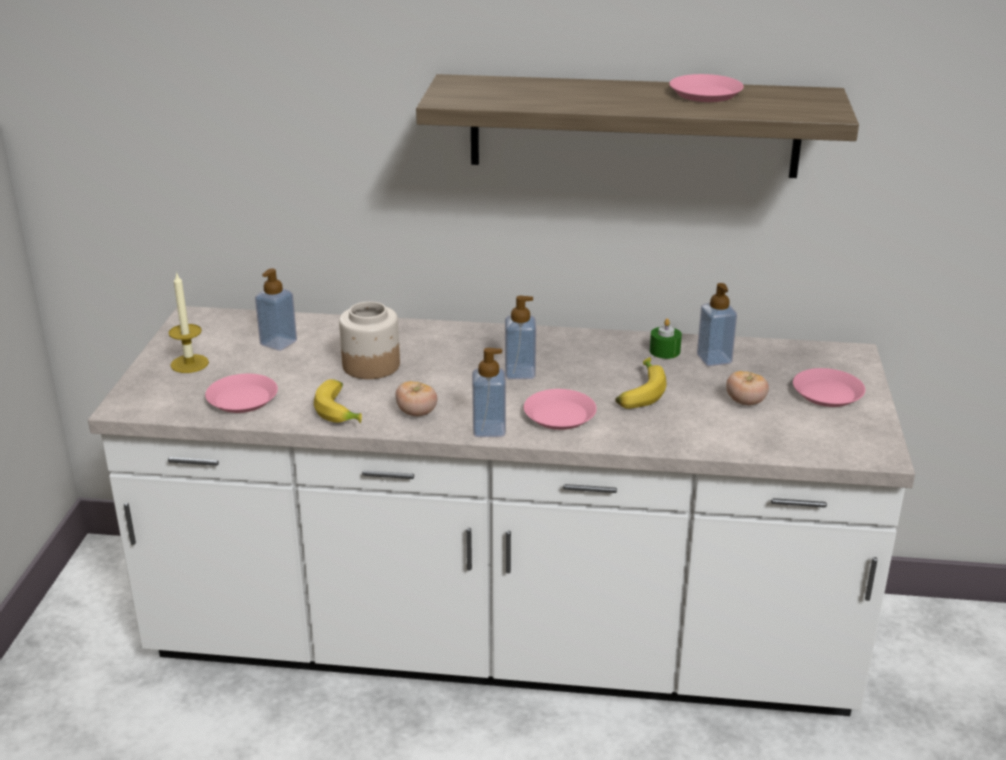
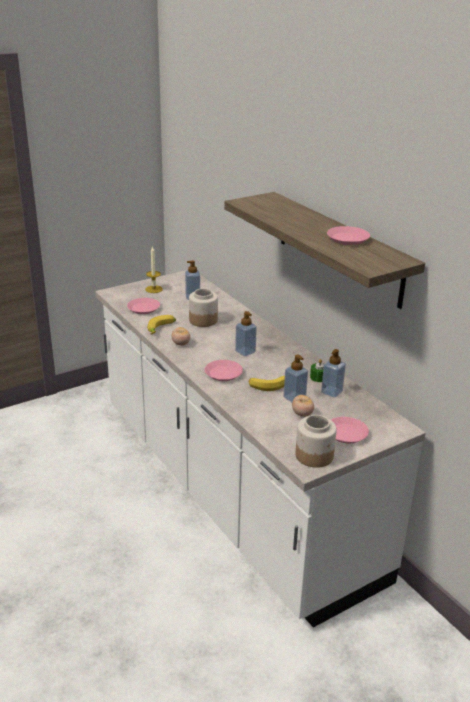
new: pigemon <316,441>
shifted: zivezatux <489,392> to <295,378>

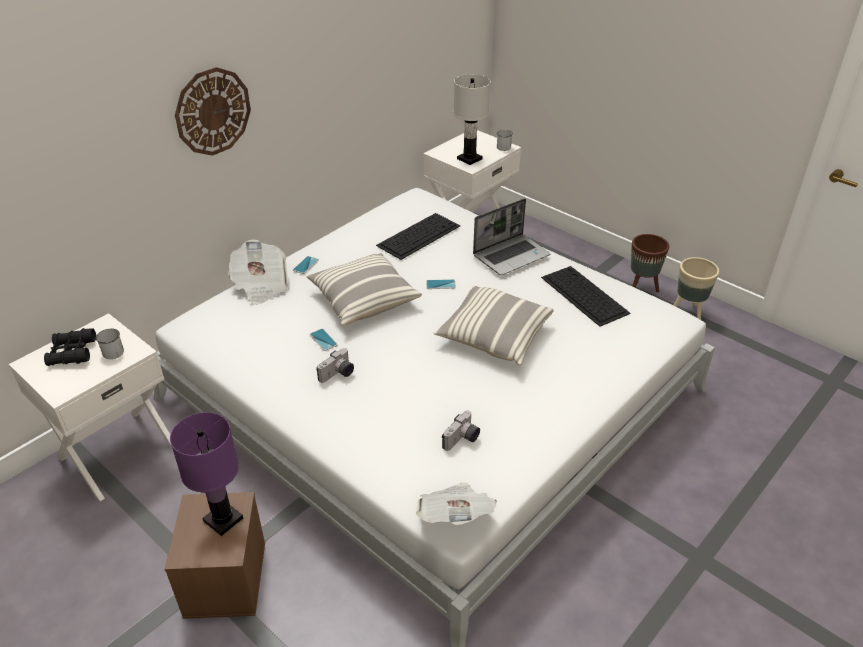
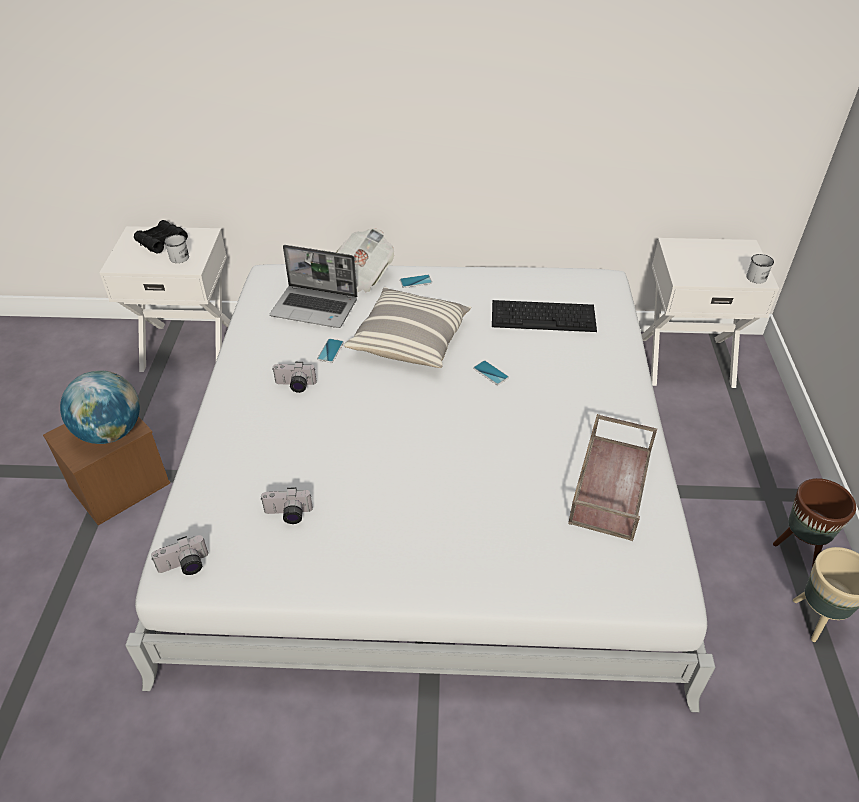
gone: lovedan <213,111>; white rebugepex <472,119>; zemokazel <494,325>
shifted: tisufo <511,236> to <313,286>
swapped: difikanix <586,296> to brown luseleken <612,477>; purple rebugepex <206,474> to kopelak <100,407>; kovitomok <457,504> to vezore <179,555>

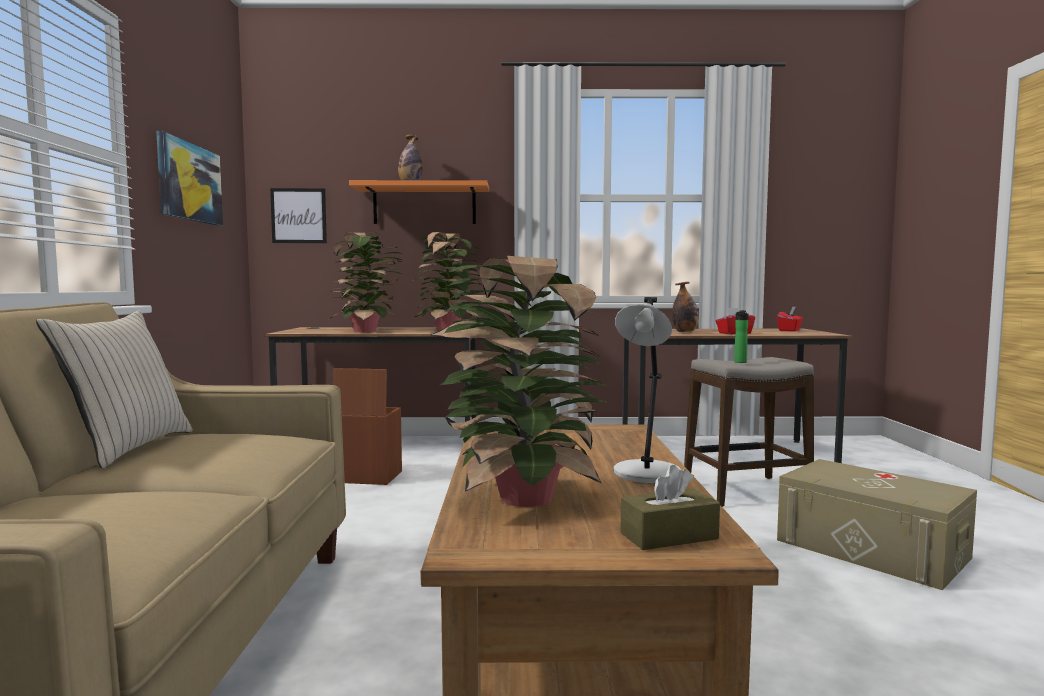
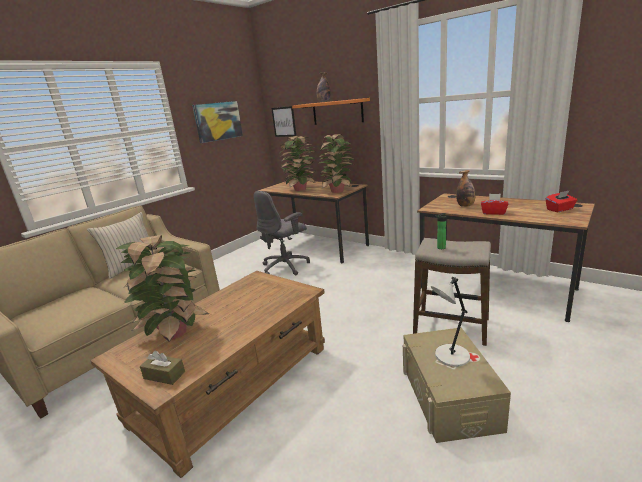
shifted: grey rebugepex <647,390> to <450,322>
swapped: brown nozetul <367,426> to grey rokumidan <282,233>

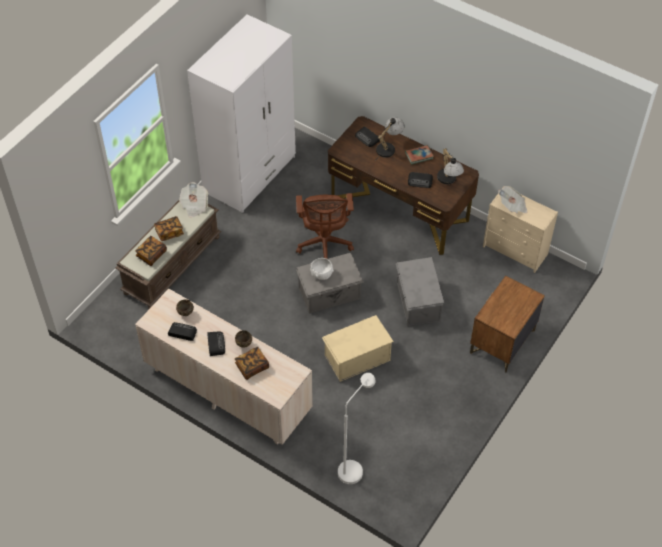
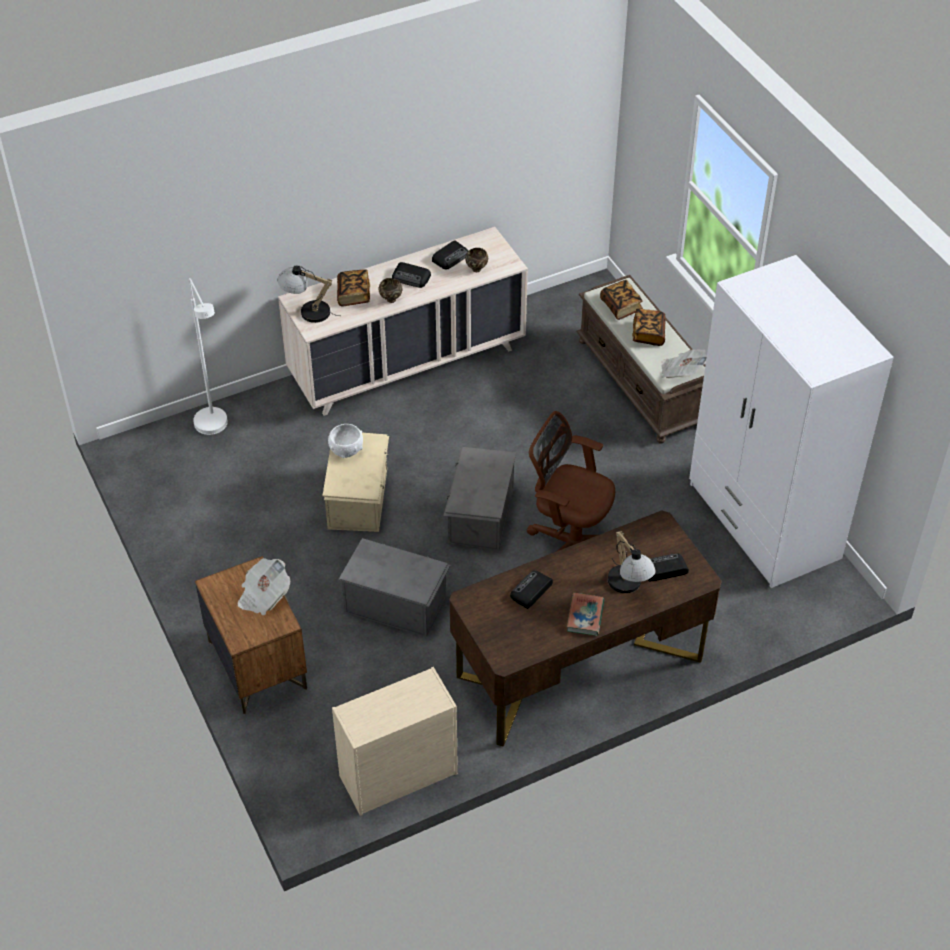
shifted: rebugepex <450,166> to <308,294>; kovitomok <512,199> to <263,586>; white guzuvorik <322,269> to <345,441>

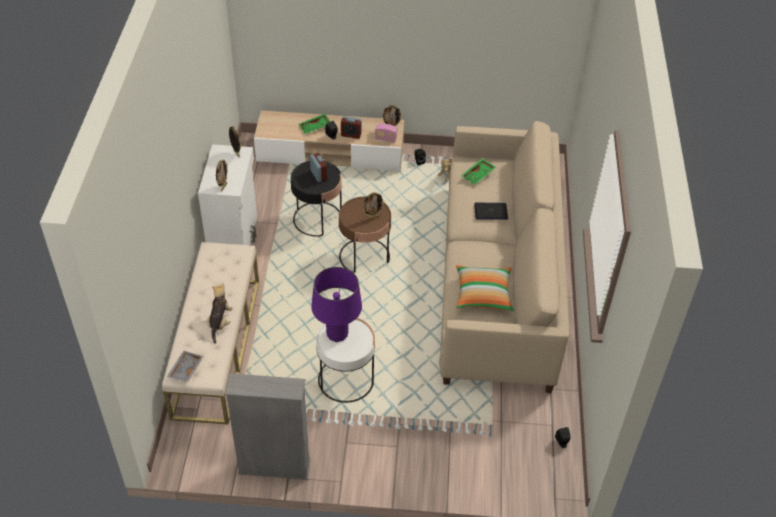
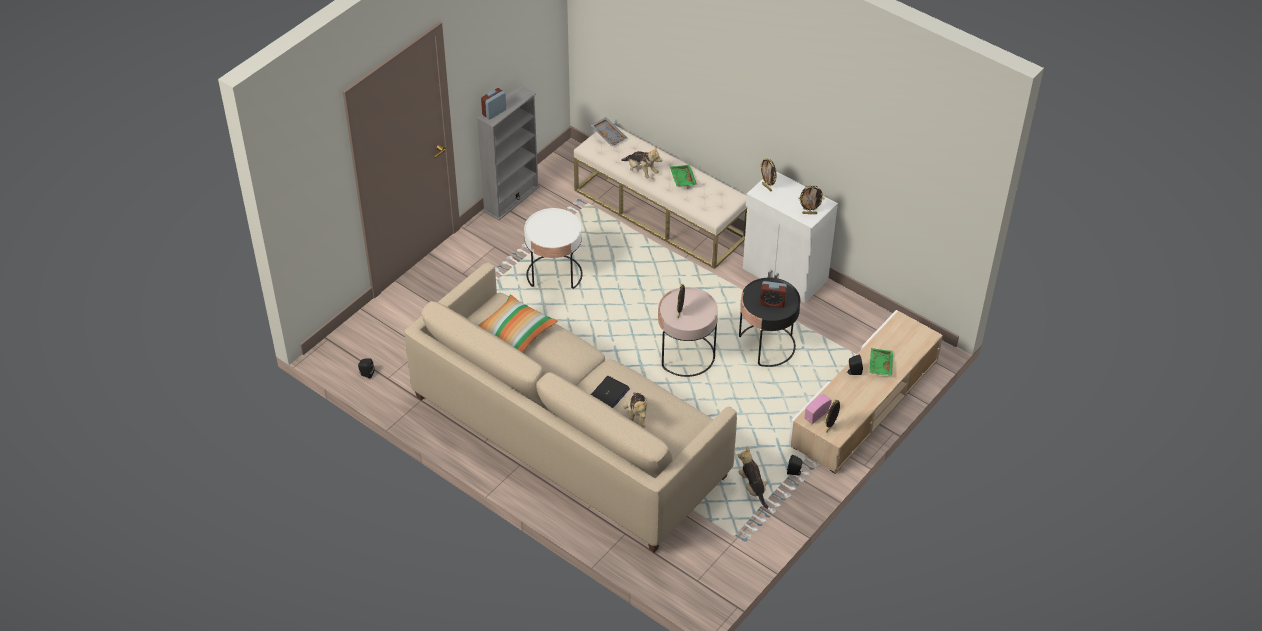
gone: purple rebugepex <336,304>
new: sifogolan <635,410>
shifted: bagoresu <351,127> to <493,103>; green luseleken <478,171> to <683,176>
repainted: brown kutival <365,235> to pink kutival <688,332>

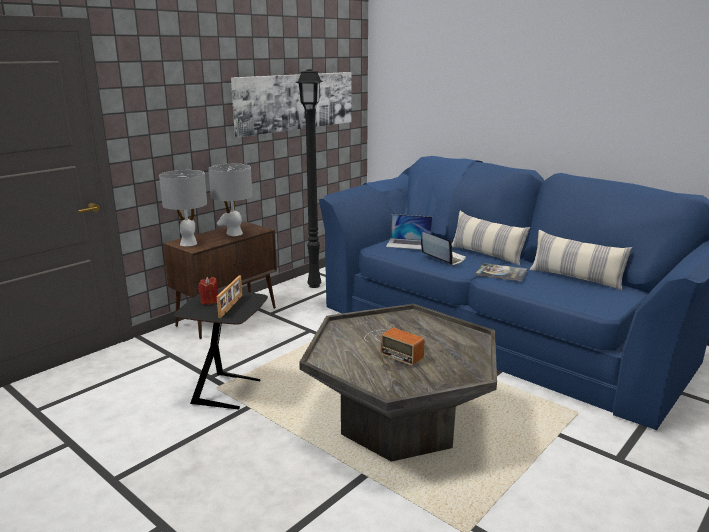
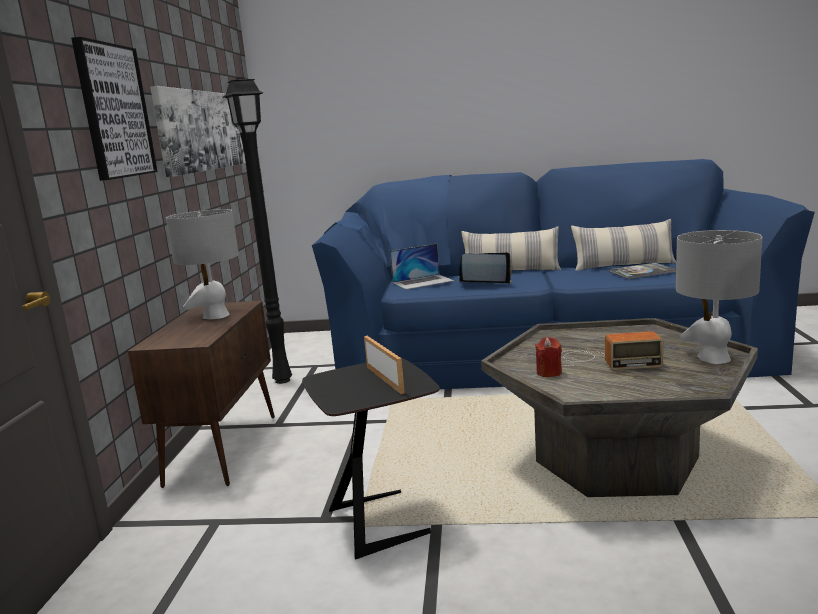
new: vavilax <114,109>
shifted: grey rebugepex <183,208> to <719,297>; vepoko <501,272> to <642,270>; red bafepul <208,291> to <548,357>

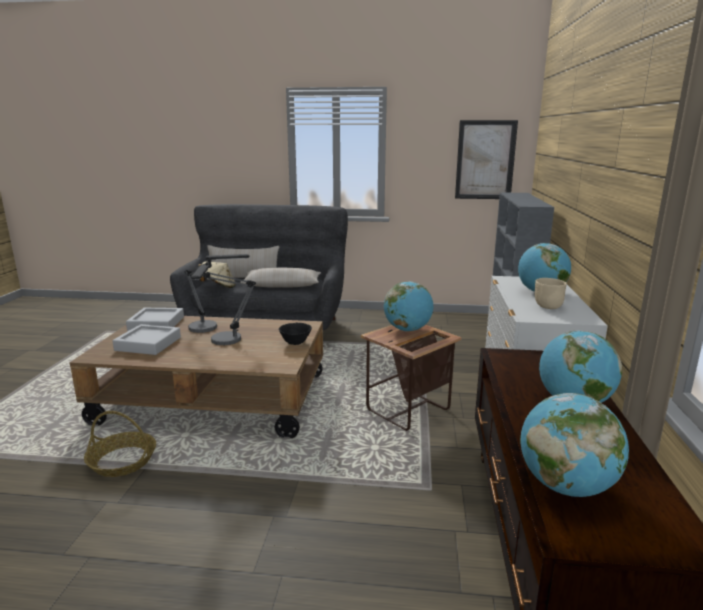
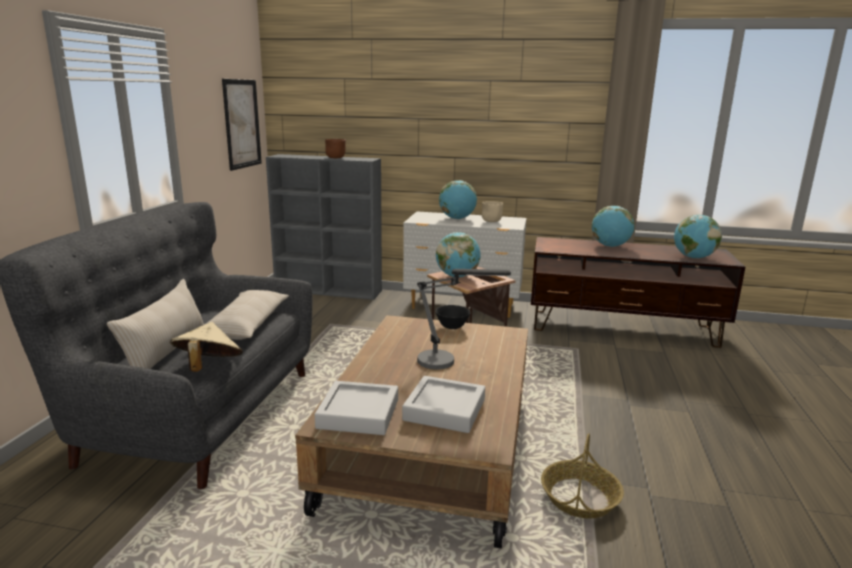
gone: rebugepex <217,293>
new: brown guzuvorik <335,148>

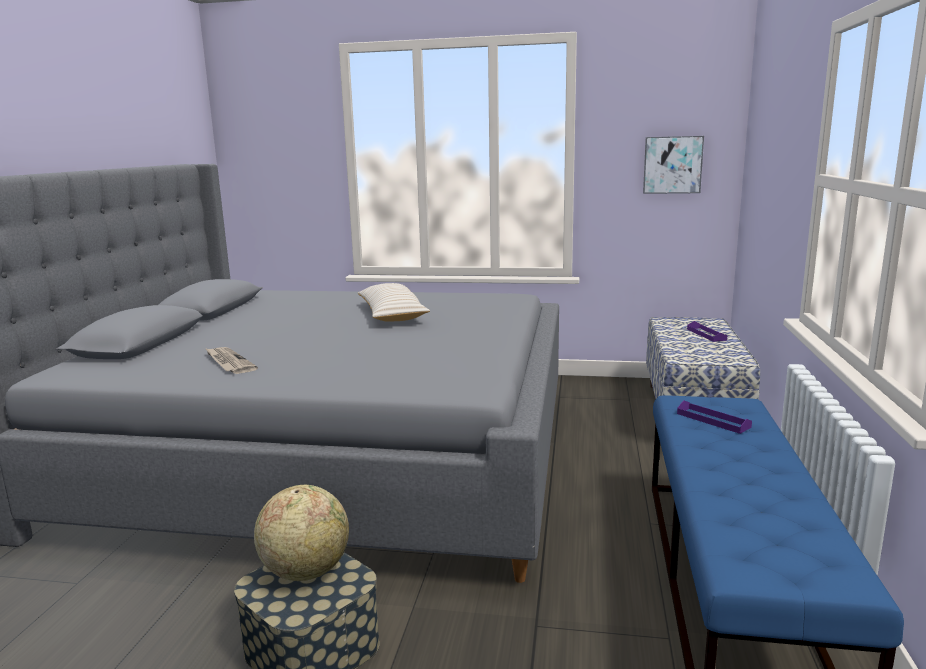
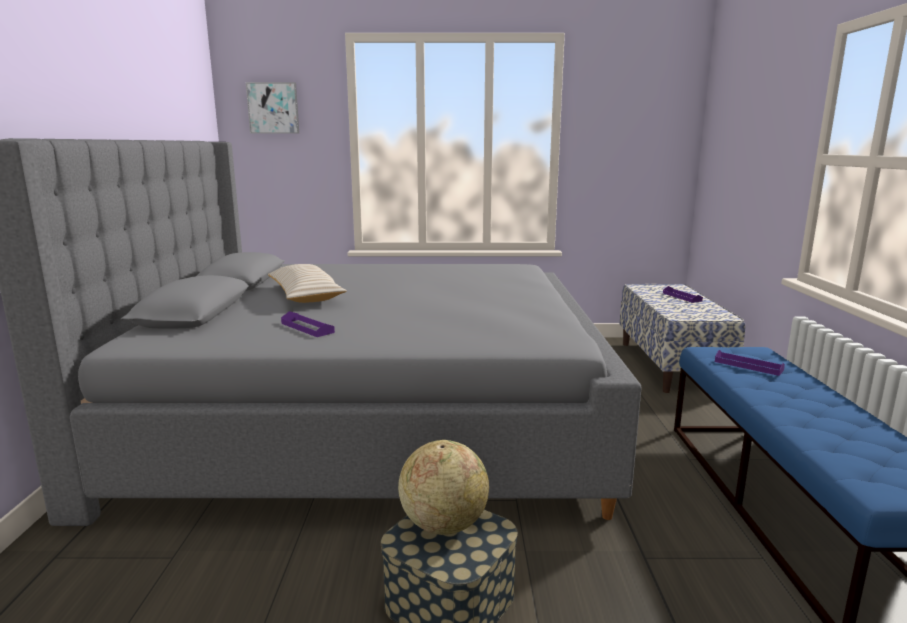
shifted: vavilax <673,165> to <272,108>; beige zemokazel <394,302> to <307,283>
swapped: kovitomok <231,360> to purple luseleken <308,324>

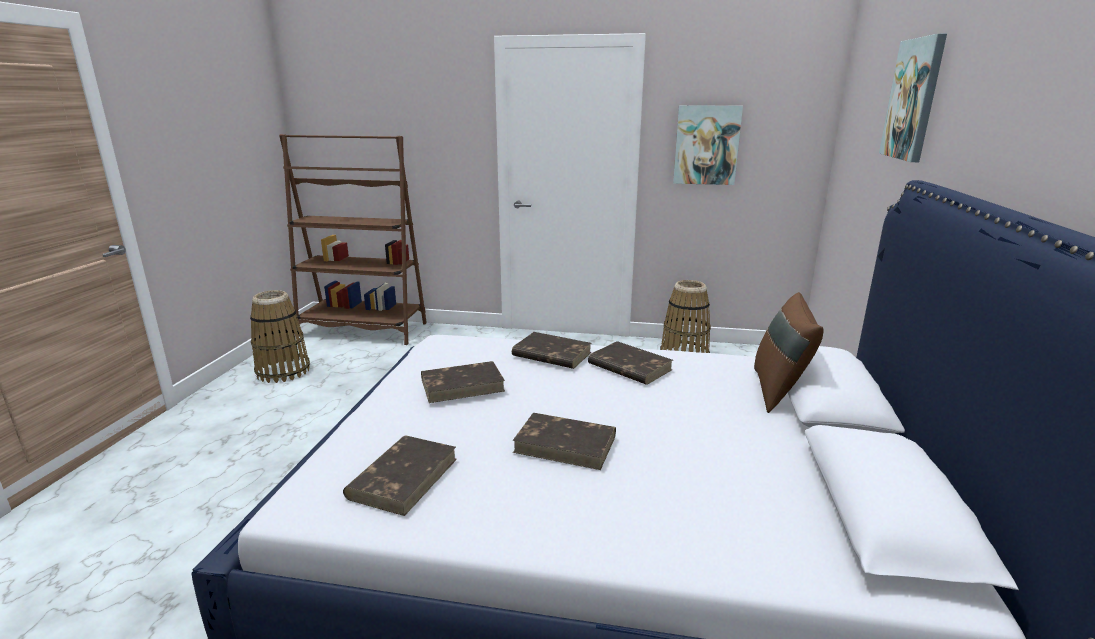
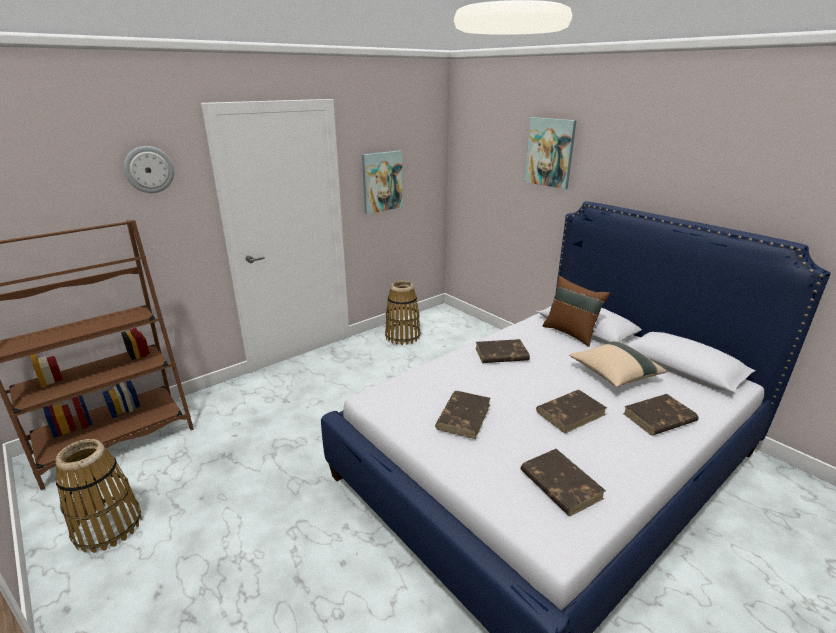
new: lovedan <149,169>; beige zemokazel <617,364>
shifted: brown vepoko <552,350> to <661,415>

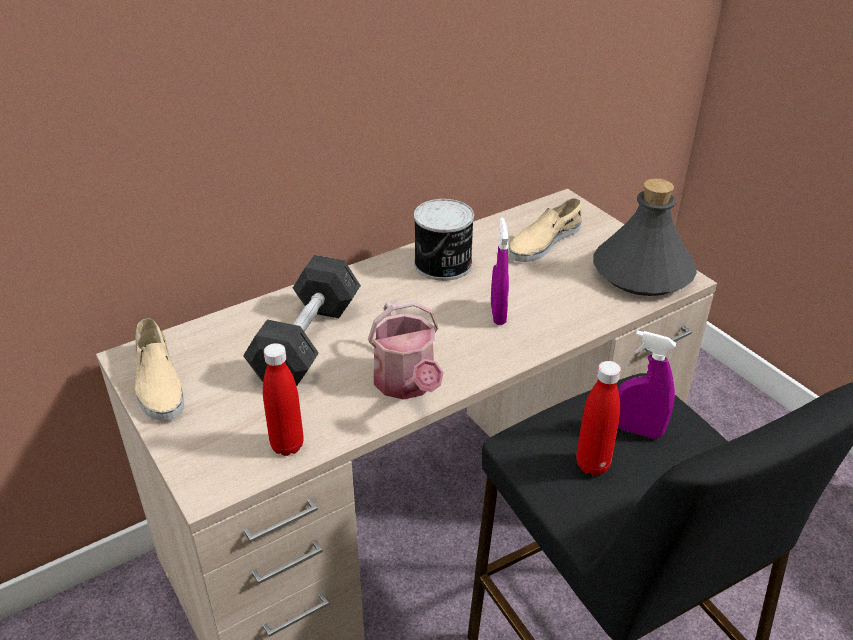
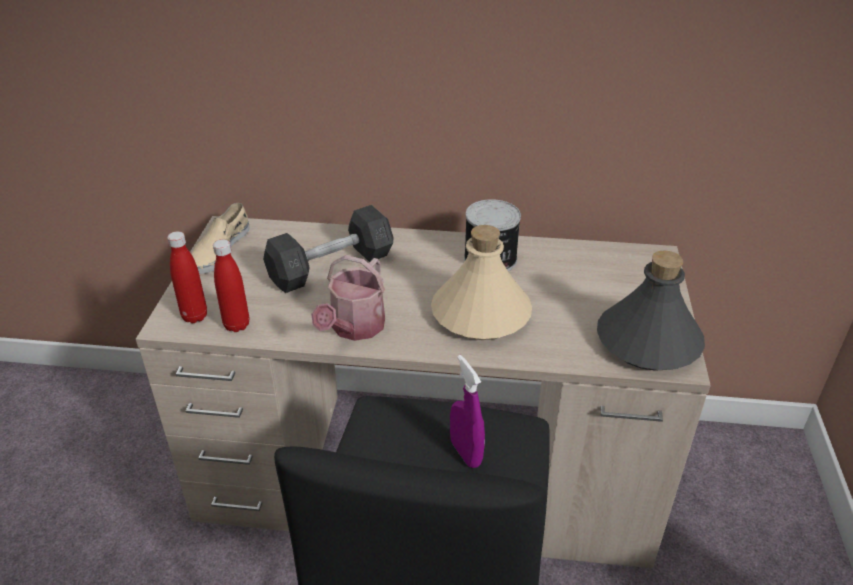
gone: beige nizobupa <545,230>
shifted: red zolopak <598,418> to <187,277>
swapped: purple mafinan <500,271> to beige zolopak <481,282>

